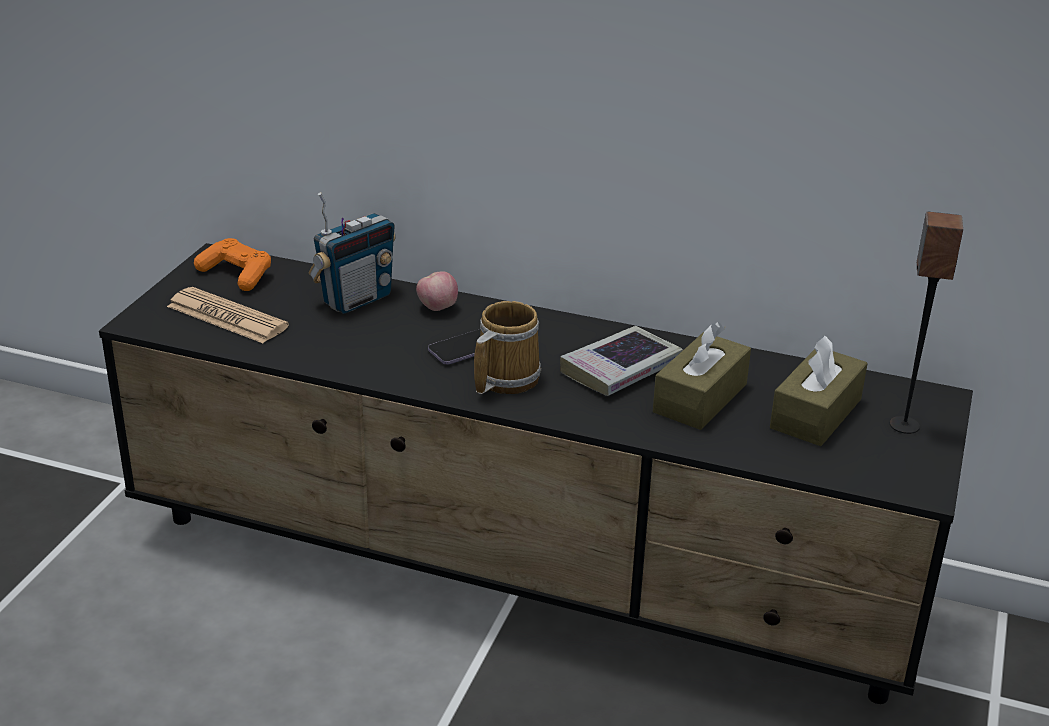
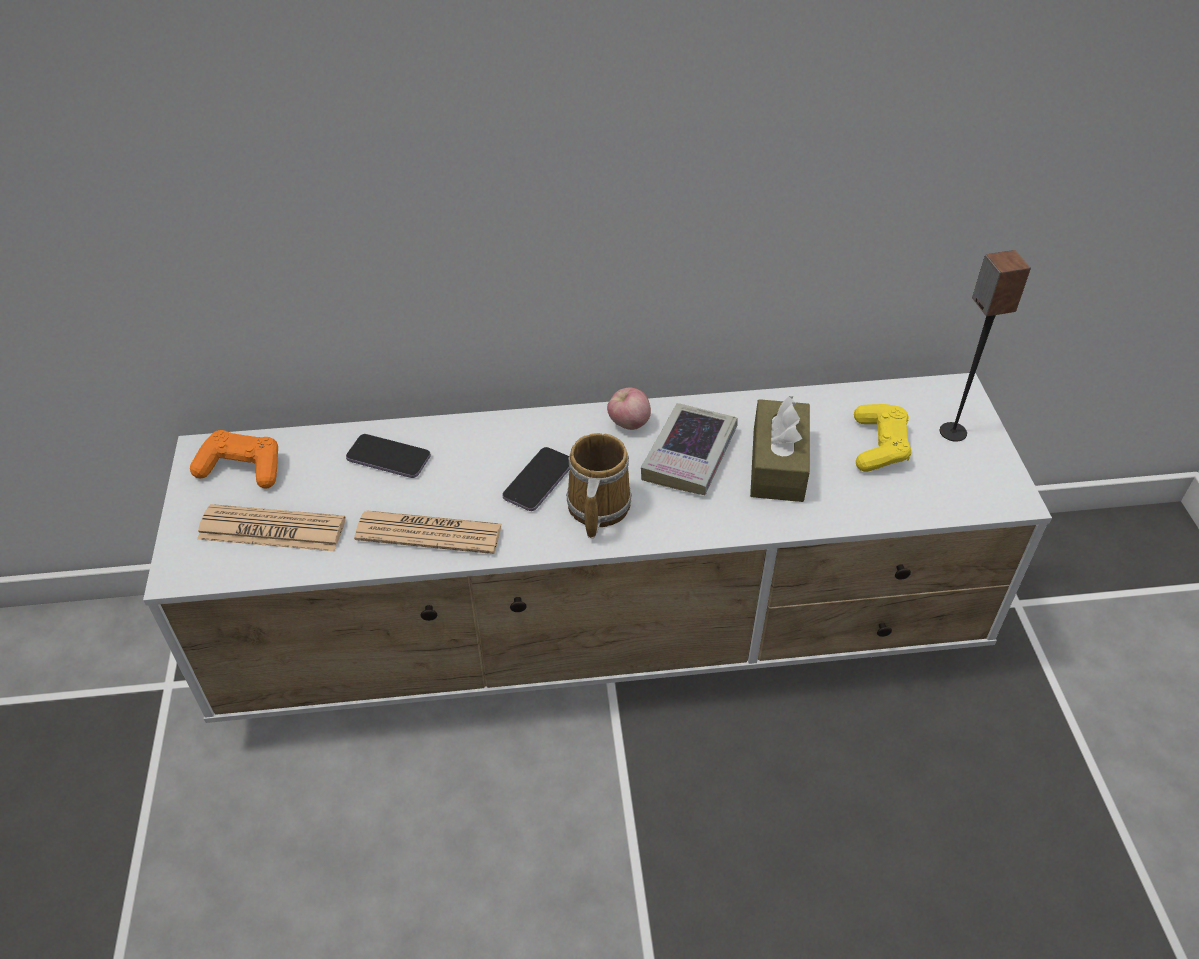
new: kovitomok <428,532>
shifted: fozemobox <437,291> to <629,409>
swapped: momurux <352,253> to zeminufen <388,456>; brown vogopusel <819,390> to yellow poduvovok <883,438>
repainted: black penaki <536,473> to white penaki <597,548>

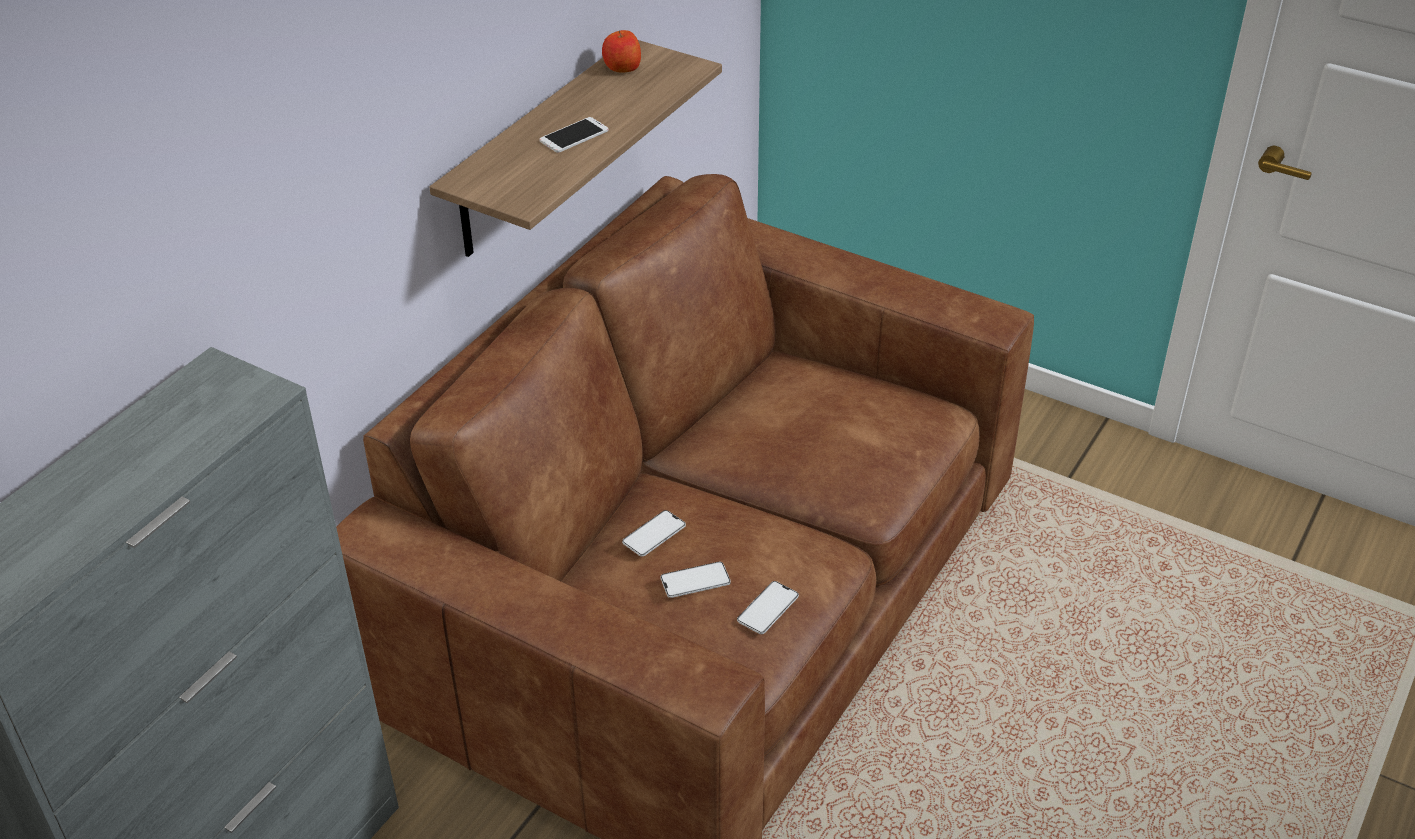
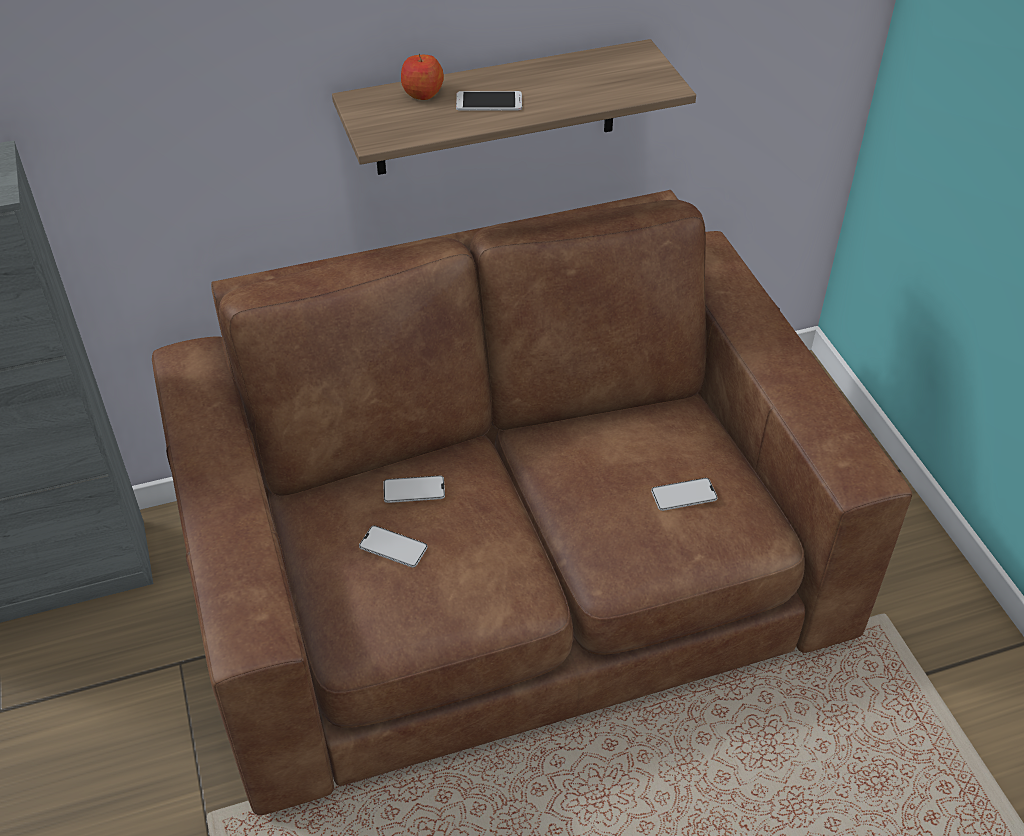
shifted: fozemobox <621,51> to <422,77>; zeminufen <768,607> to <684,494>

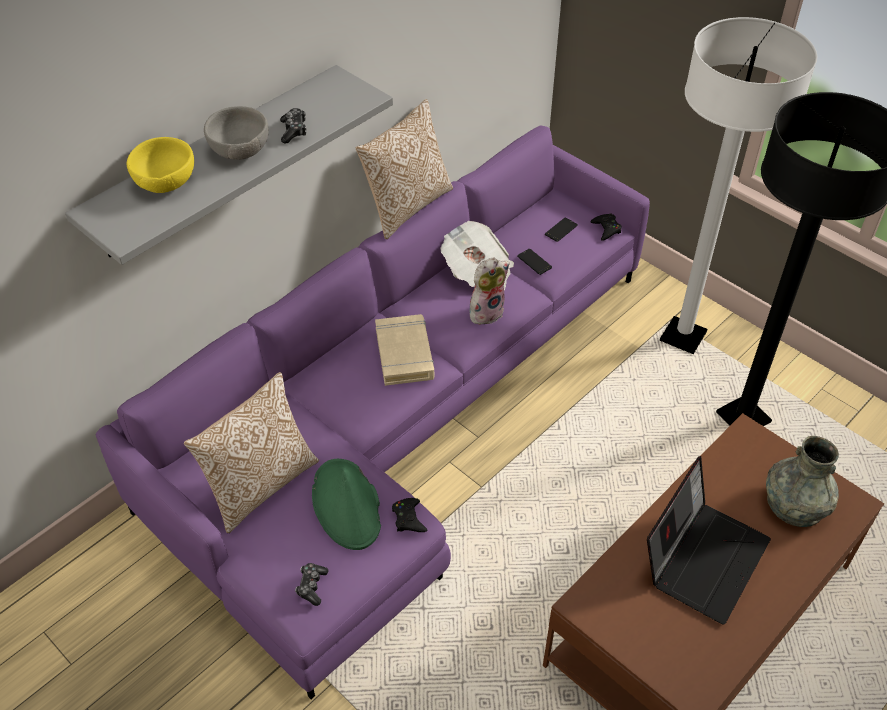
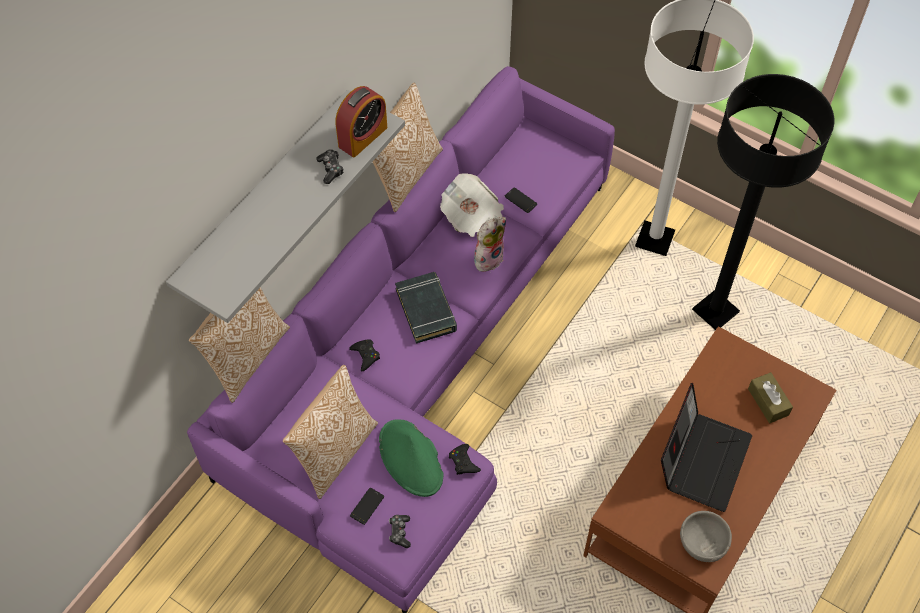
gone: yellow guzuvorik <160,165>
new: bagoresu <361,121>; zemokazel <239,345>
shifted: grey guzuvorik <236,133> to <706,536>; black poduvovok <606,227> to <364,355>; zeminufen <561,230> to <367,506>
swapped: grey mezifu <802,481> to brown vogopusel <770,397>
repainted: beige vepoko <404,350> to black vepoko <426,308>

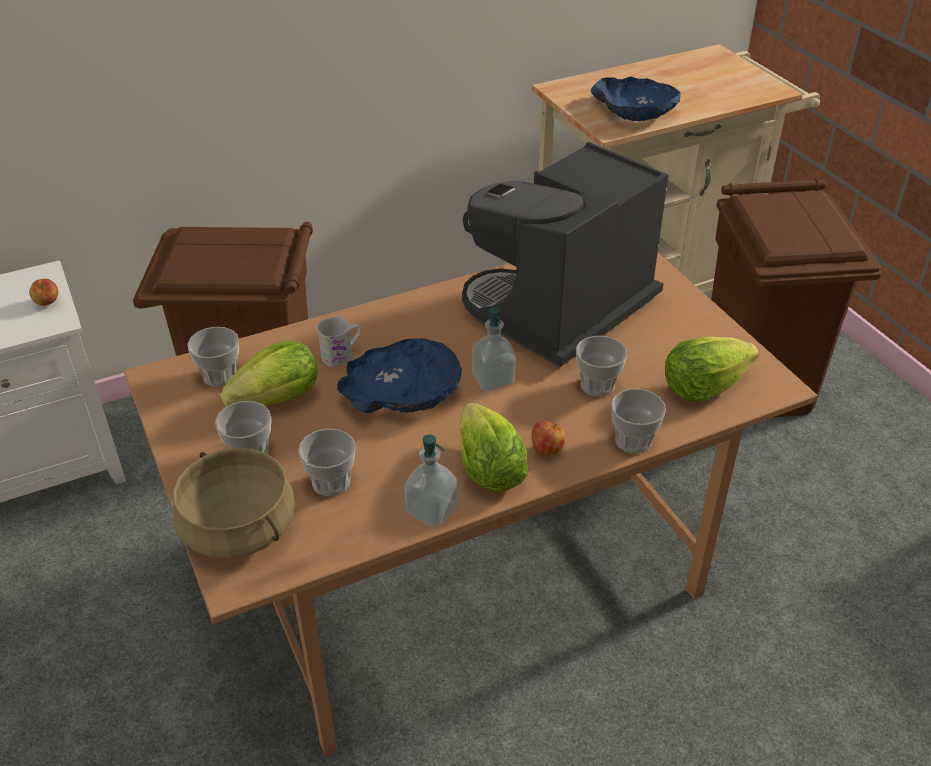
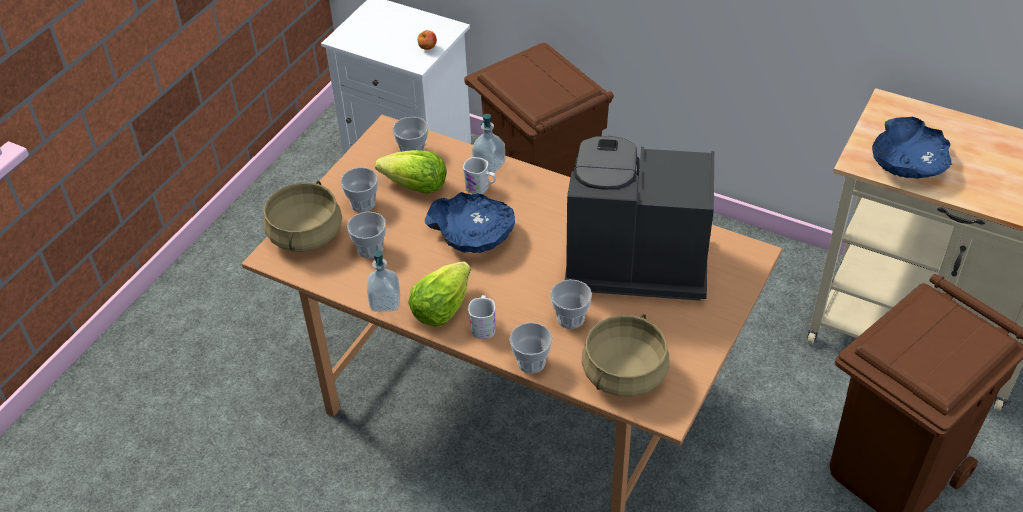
shifted: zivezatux <494,348> to <488,143>
swapped: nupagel <712,369> to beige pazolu <626,355>; fozemobox <548,438> to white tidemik <482,317>

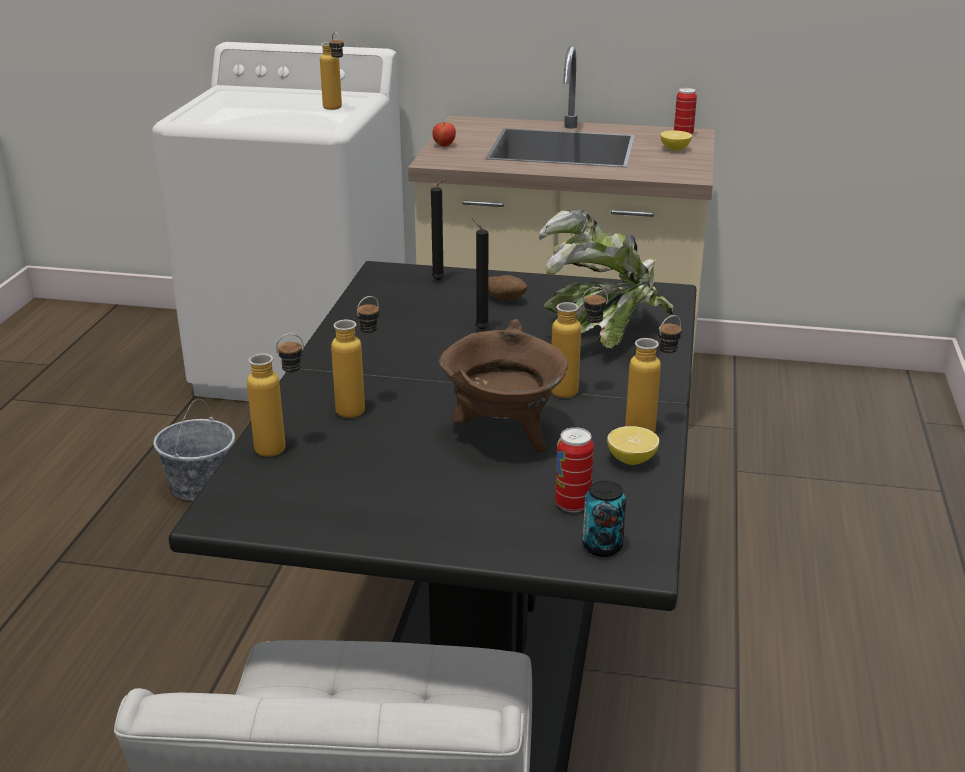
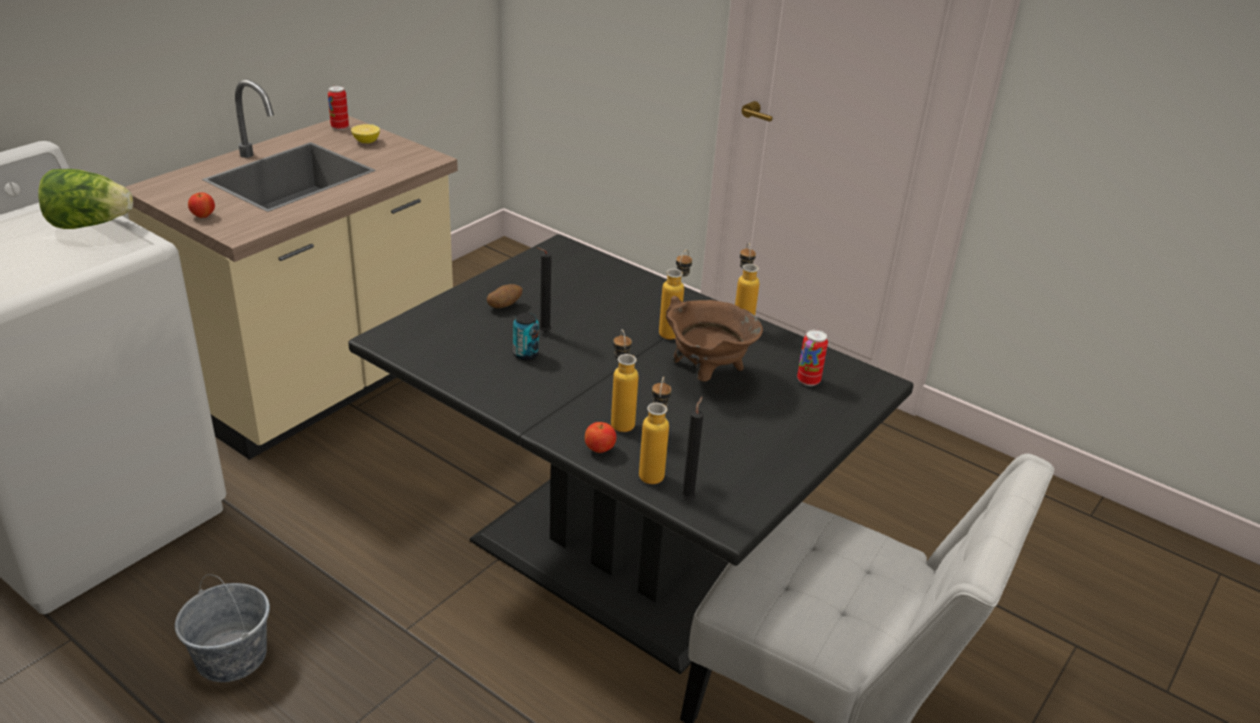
gone: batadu <606,279>; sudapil <633,445>
new: fozemobox <600,437>
shifted: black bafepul <439,229> to <692,449>; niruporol <604,518> to <526,336>
swapped: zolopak <332,71> to nupagel <86,199>

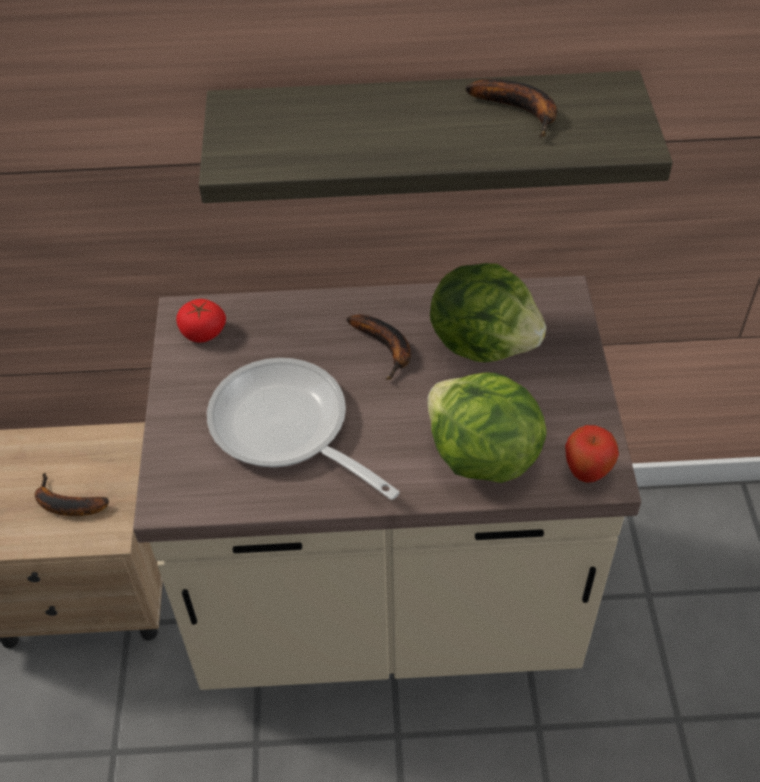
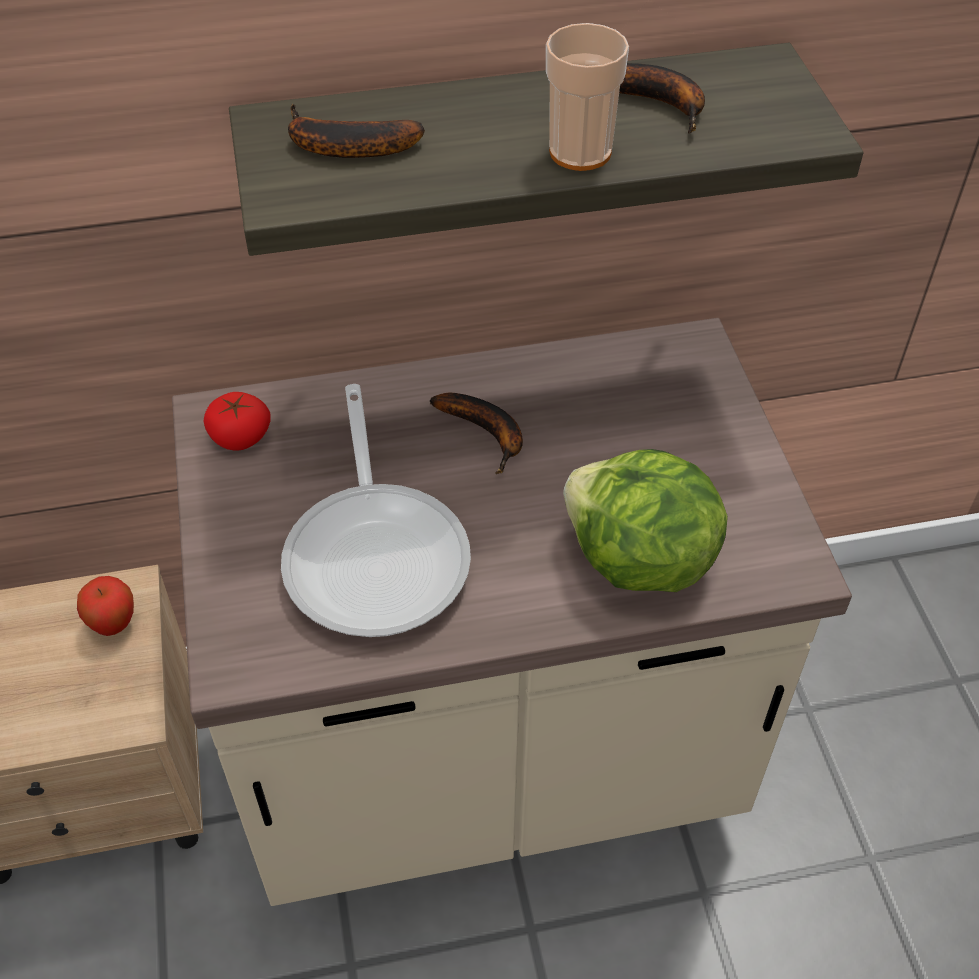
gone: nupagel <488,312>
new: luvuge <587,97>
shifted: fozemobox <592,454> to <105,606>; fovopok <72,494> to <356,131>
rotated: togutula <303,429> = <376,510> 135 degrees counterclockwise

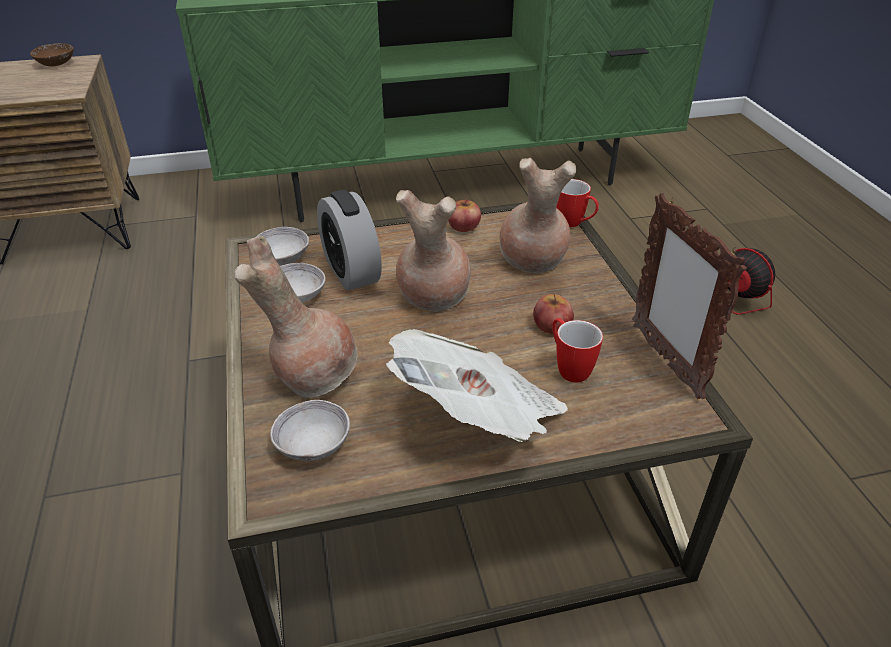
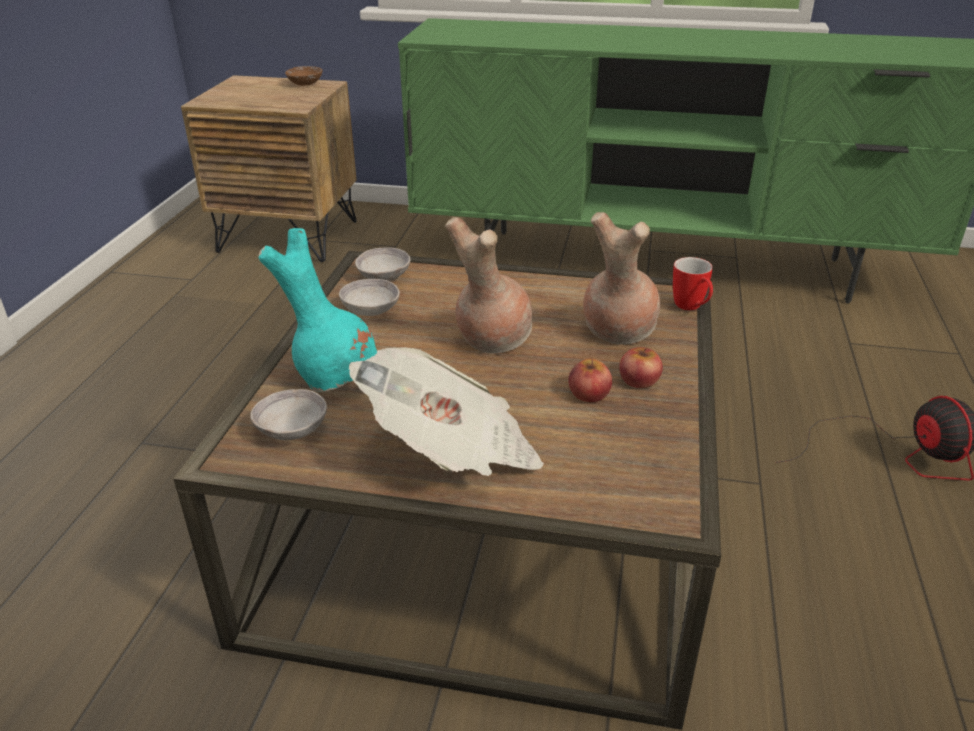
gone: bagoresu <349,240>; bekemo <689,296>; tidemik <577,350>
shifted: fozemobox <464,215> to <641,367>
repainted: brown mezifu <296,317> to turquoise mezifu <317,310>

